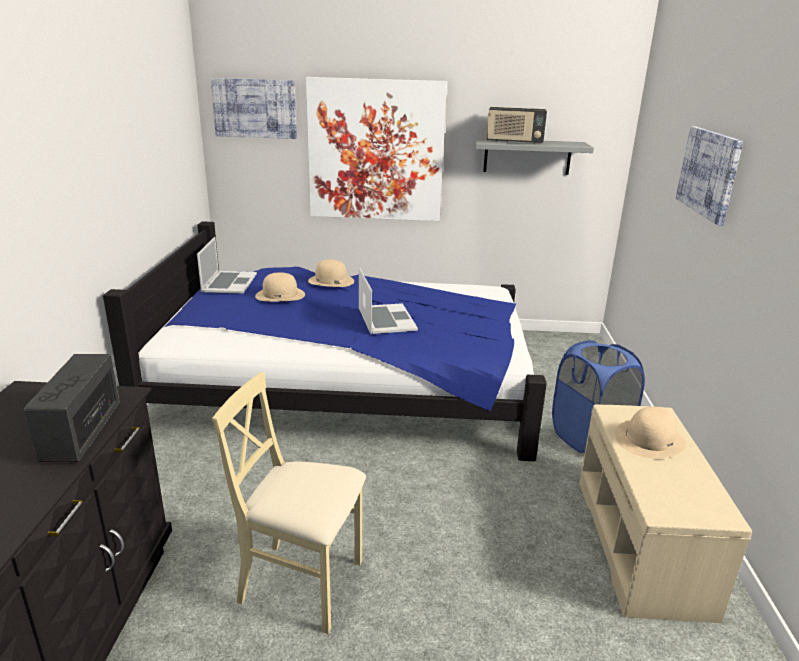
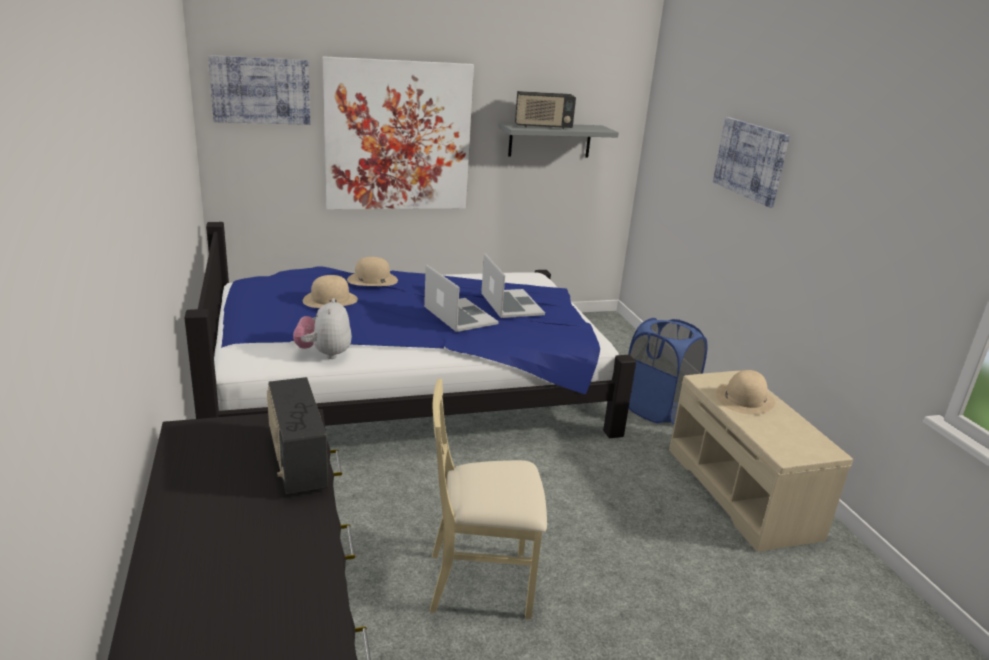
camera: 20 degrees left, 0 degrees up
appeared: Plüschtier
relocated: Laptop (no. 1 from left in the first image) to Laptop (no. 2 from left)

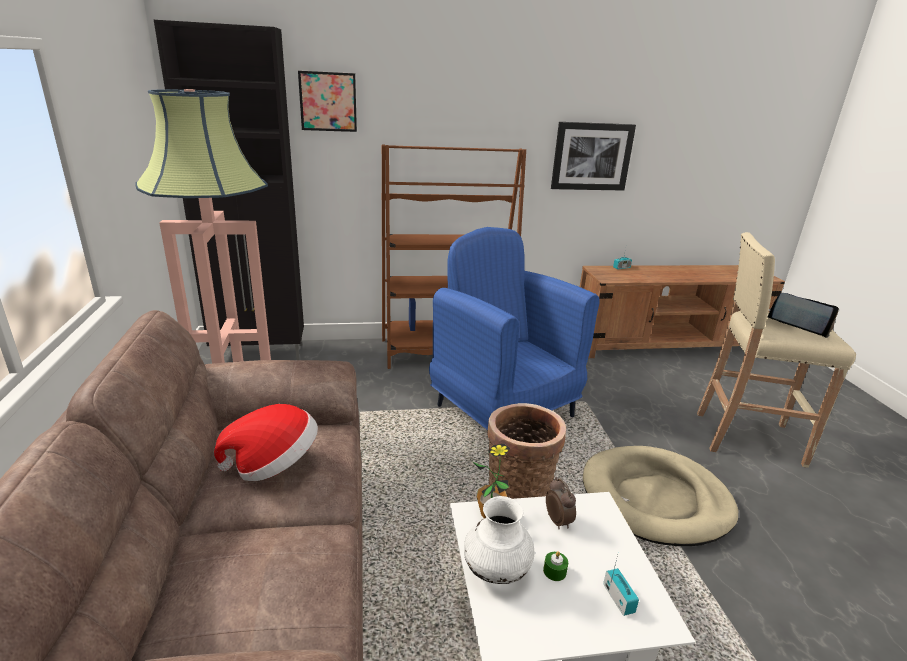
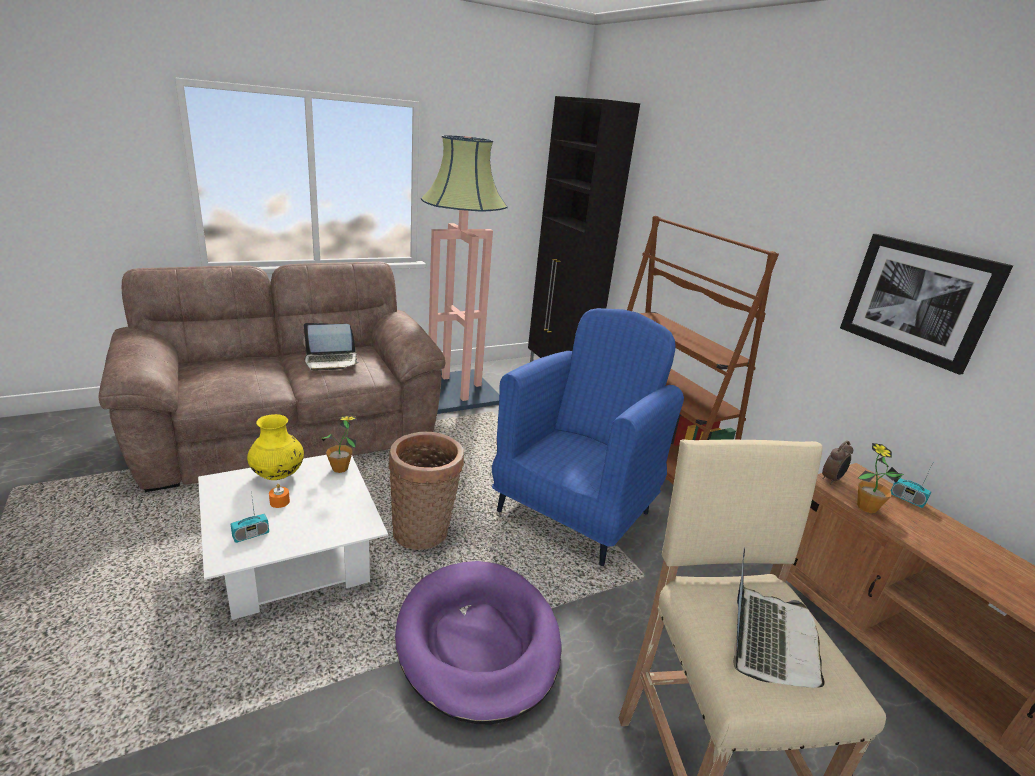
camera: 70 degrees right, 0 degrees up
missing: Bild (no. 1 from left)
appeared: Topfpflanze (no. 2 from left)
relocated: Wecker
exchanged: Hut to Laptop (no. 1 from left)
colour: Vase (weiß) to Vase (gelb); Kerze (grün) to Kerze (orange); Hundebett (beige) to Hundebett (lila)

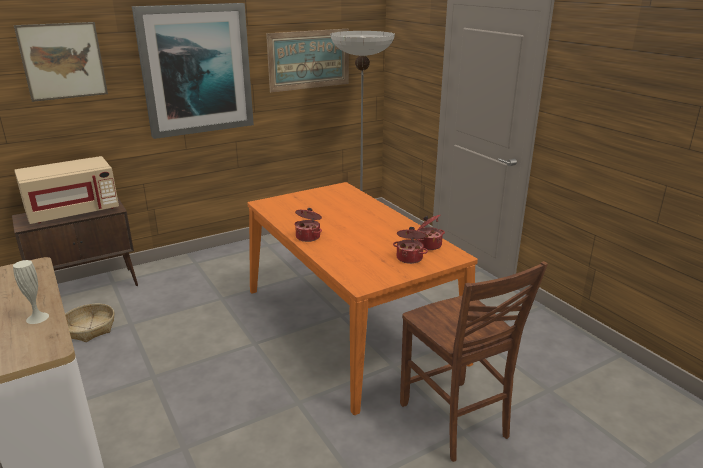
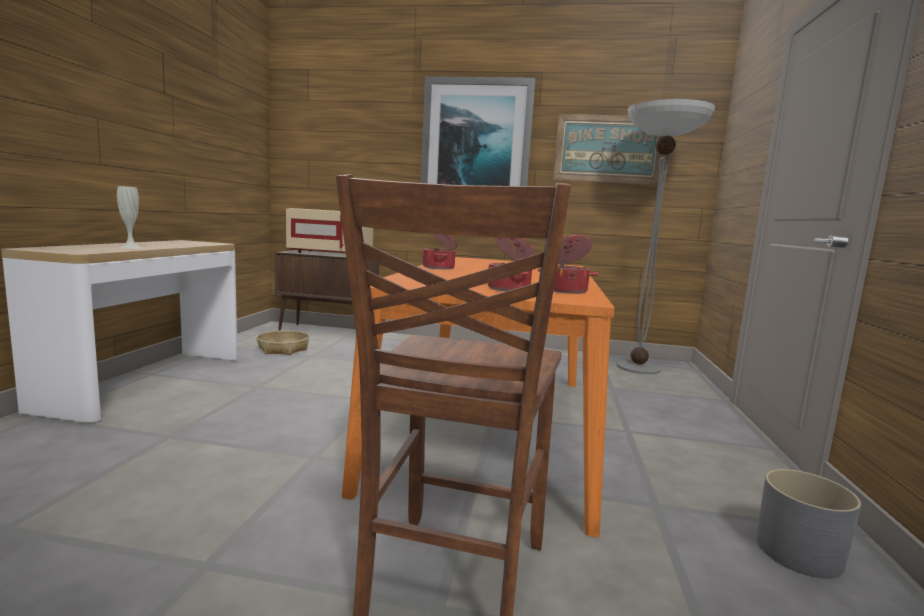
camera: 40 degrees right, 15 degrees down
missing: Bild (no. 1 from left)
appeared: Pflanzkübel (grau)

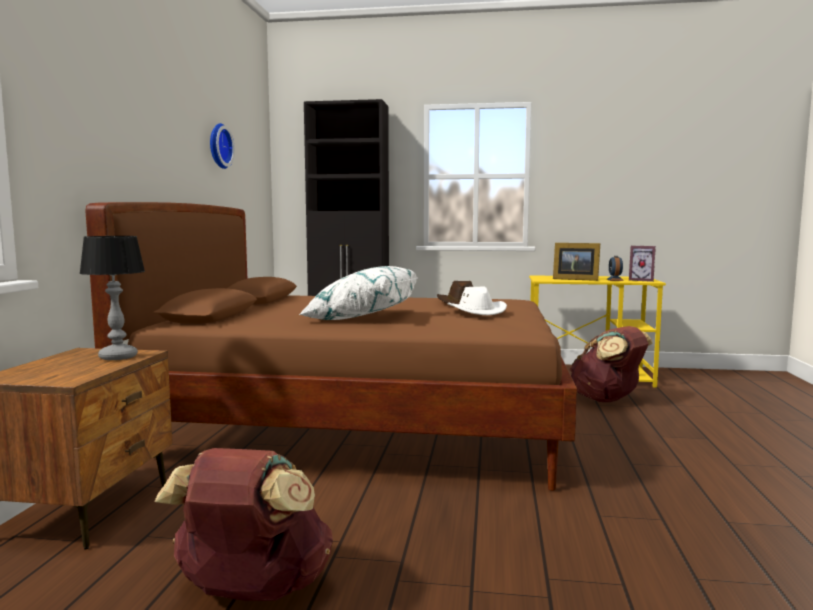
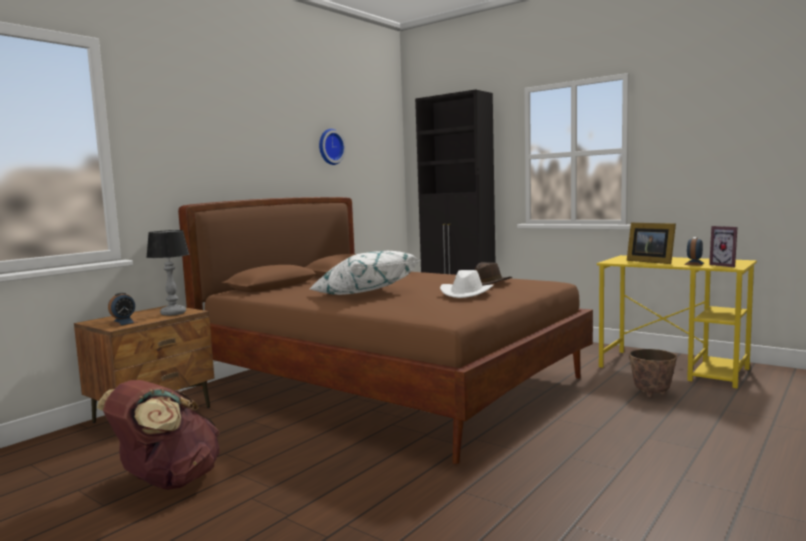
camera: 30 degrees right, 0 degrees up
appeared: Wecker (no. 1 from left)
exchanged: Rucksack (braun) (no. 2 from left) to Pflanzkübel

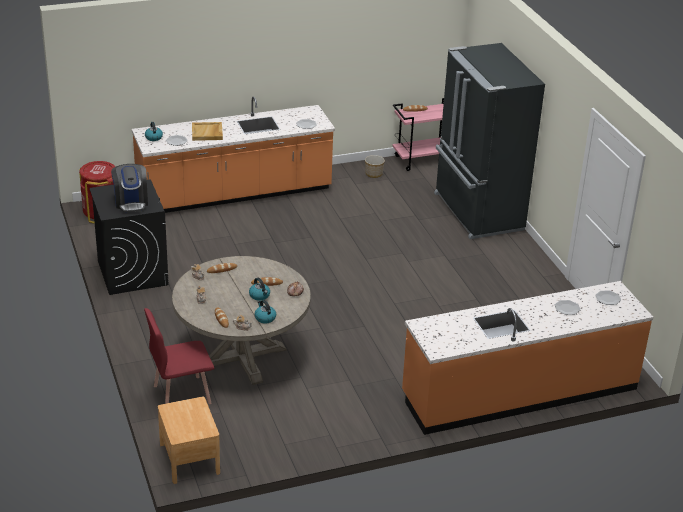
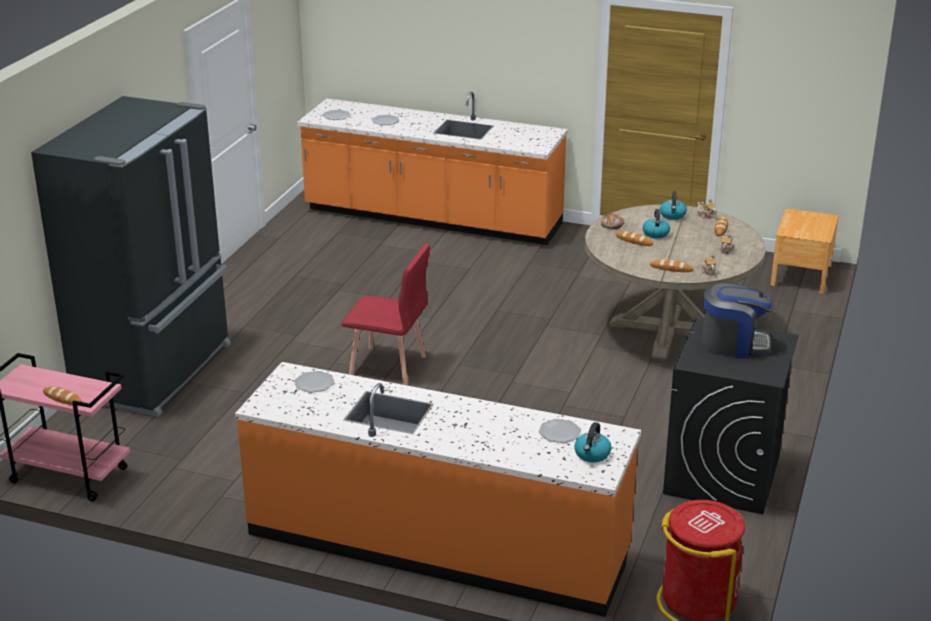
camera: 140 degrees left, 5 degrees down
missing: Tablett (beige); Pflanzkübel
relocated: Stuhl (rot)
spun: Kaffeemaschine 75 degrees clockwise

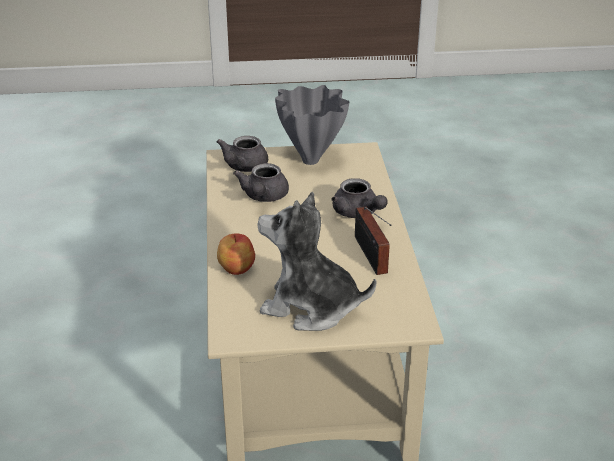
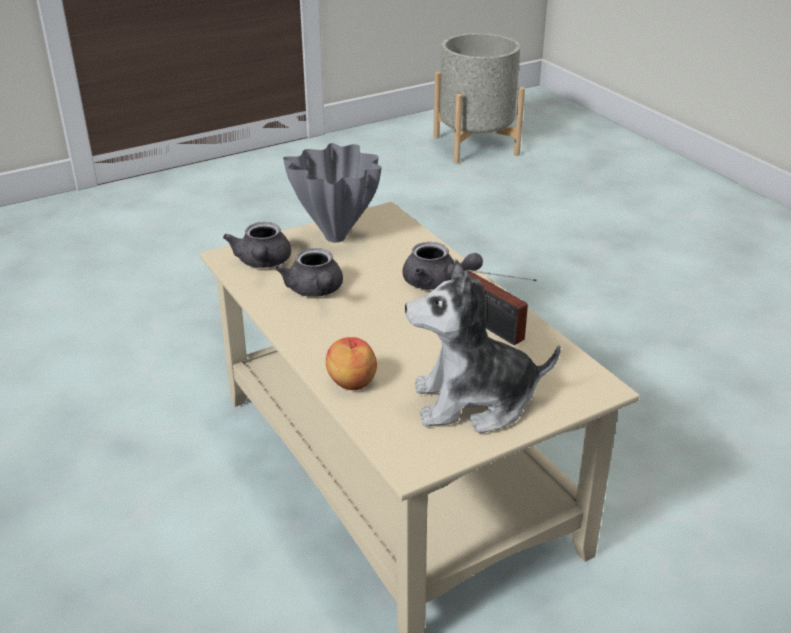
camera: 25 degrees left, 0 degrees up
appeared: Pflanzkübel (grau)

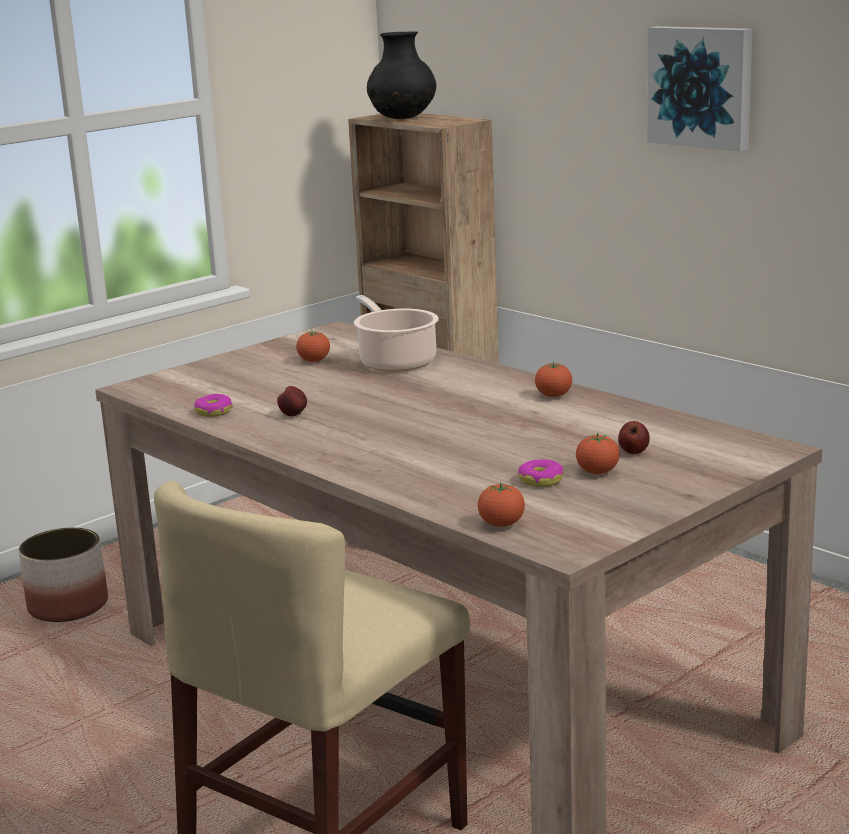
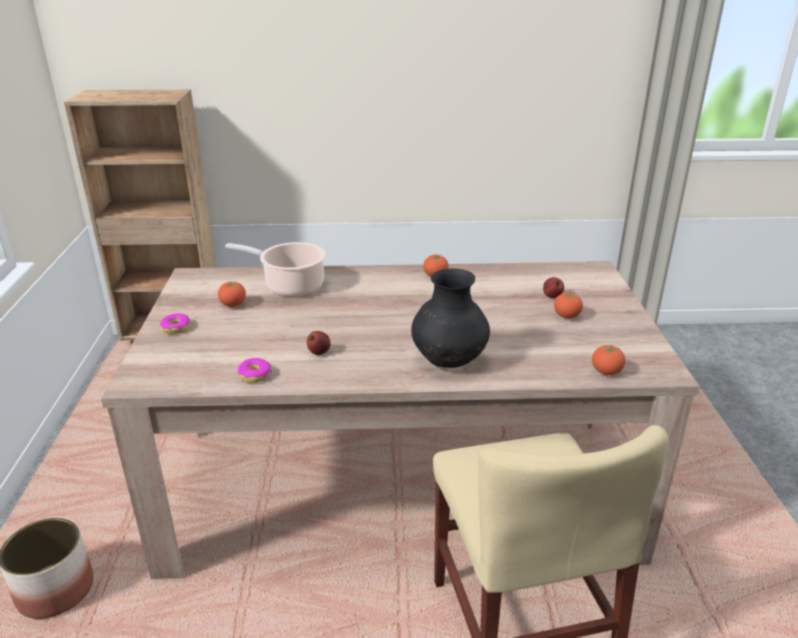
camera: 50 degrees left, 10 degrees up
missing: Bild
relocated: Vase (schwarz); Donut (no. 2 from left in the first image) to Donut (no. 1 from left)

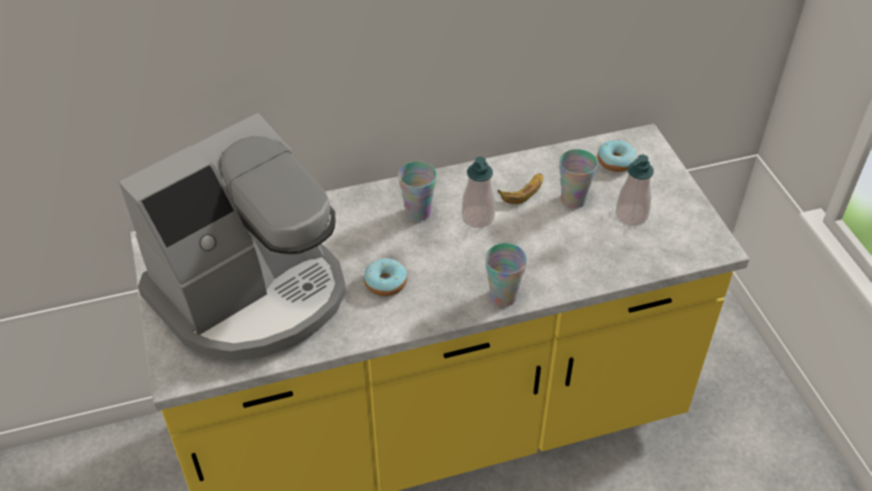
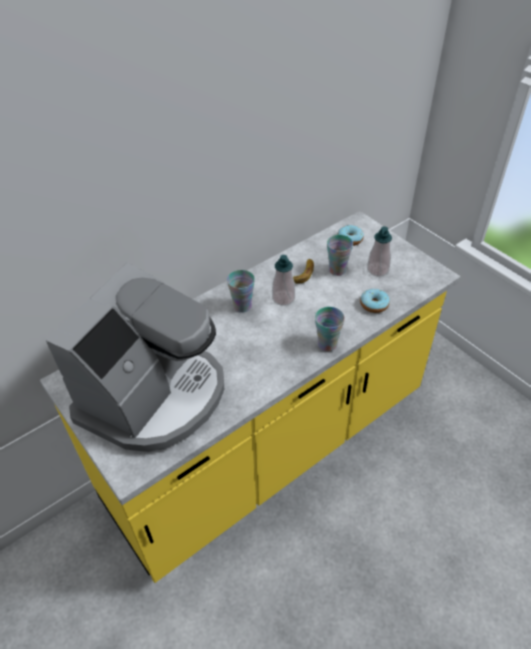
camera: 20 degrees left, 0 degrees up
relocated: Donut (no. 1 from left in the first image) to Donut (no. 2 from left)

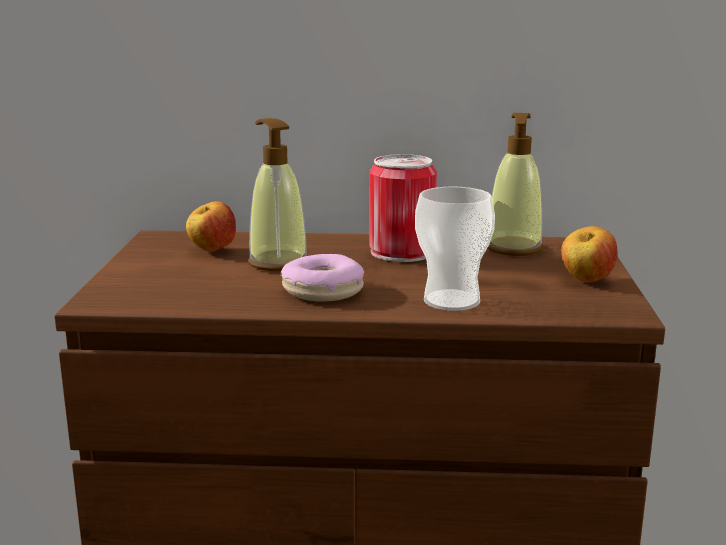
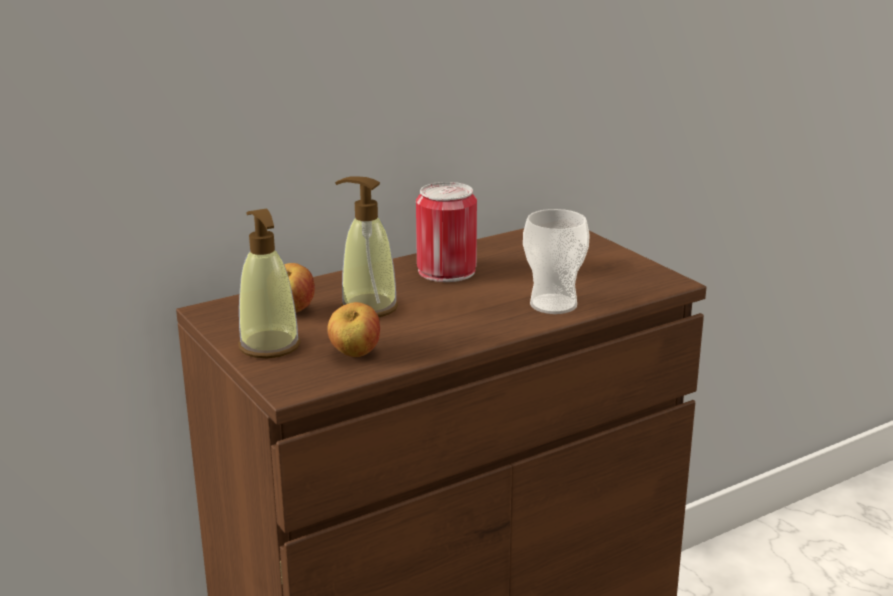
camera: 35 degrees left, 5 degrees up
missing: Donut
relocated: Seifenspender (no. 2 from left in the first image) to Seifenspender (no. 1 from left); Apfel (no. 2 from left)

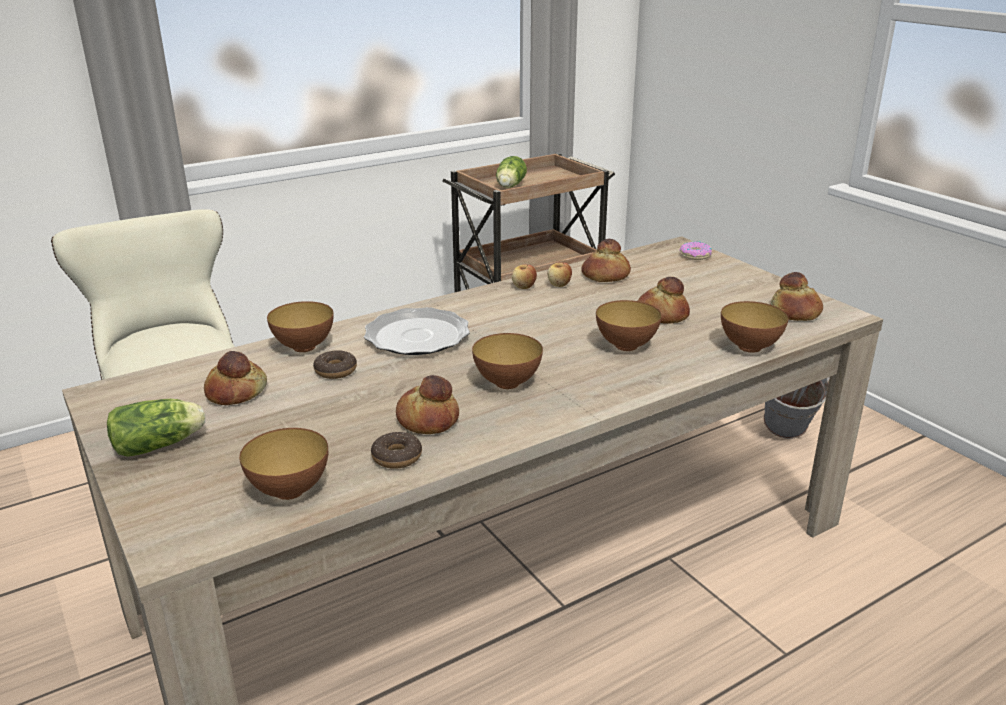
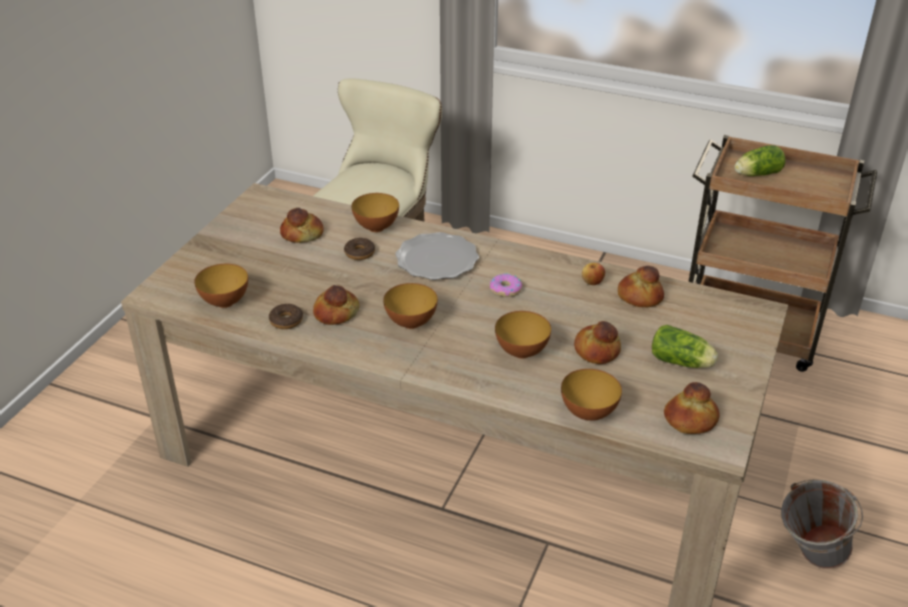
camera: 55 degrees right, 10 degrees up
missing: Apfel (no. 1 from left)
relocated: Salatkopf (no. 1 from left); Donut (no. 3 from left)

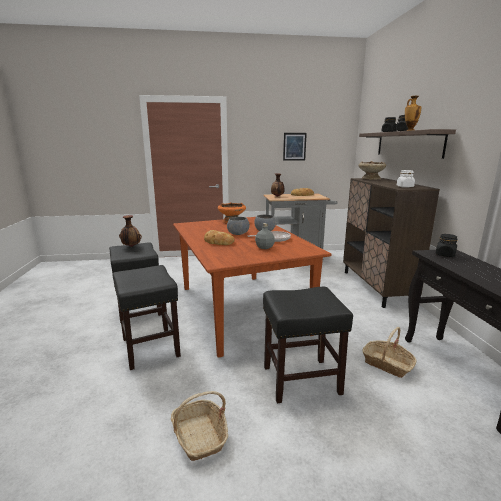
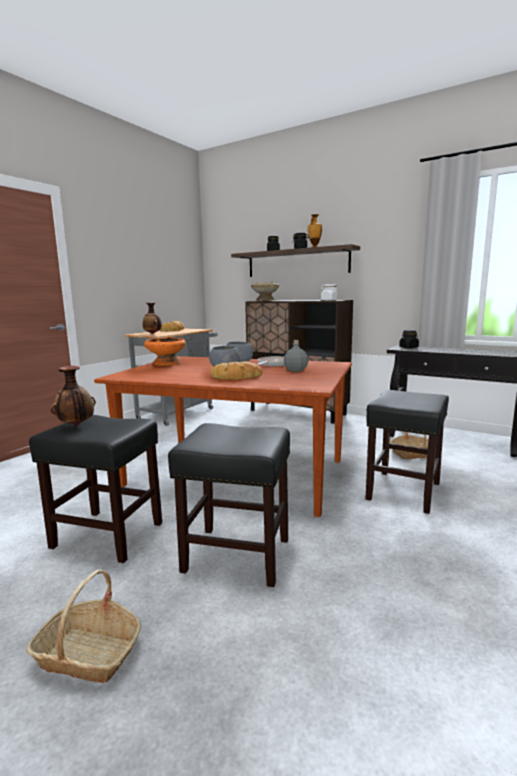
camera: 50 degrees left, 5 degrees down
missing: Bild
relocated: Korb (no. 1 from left)

